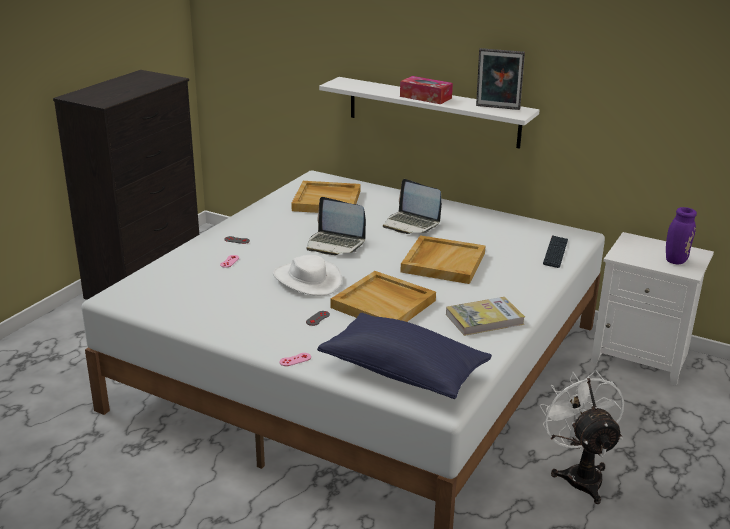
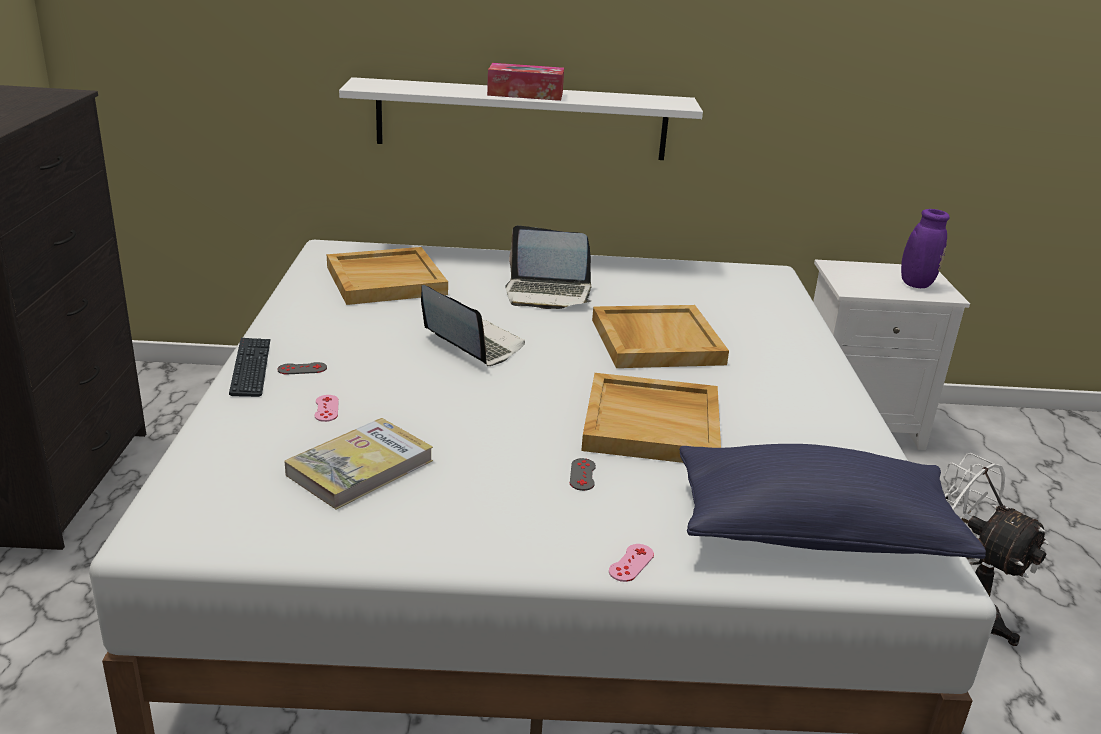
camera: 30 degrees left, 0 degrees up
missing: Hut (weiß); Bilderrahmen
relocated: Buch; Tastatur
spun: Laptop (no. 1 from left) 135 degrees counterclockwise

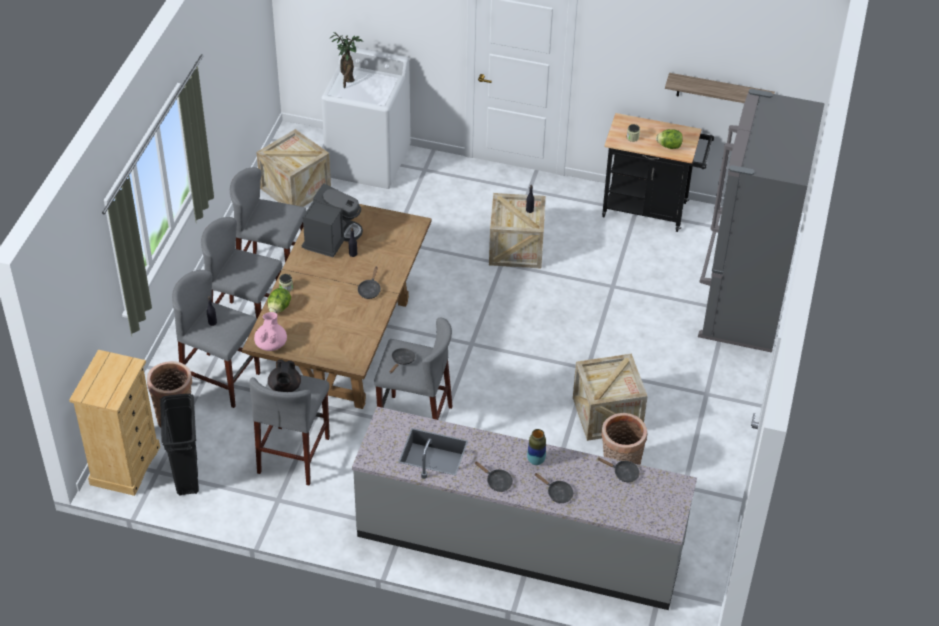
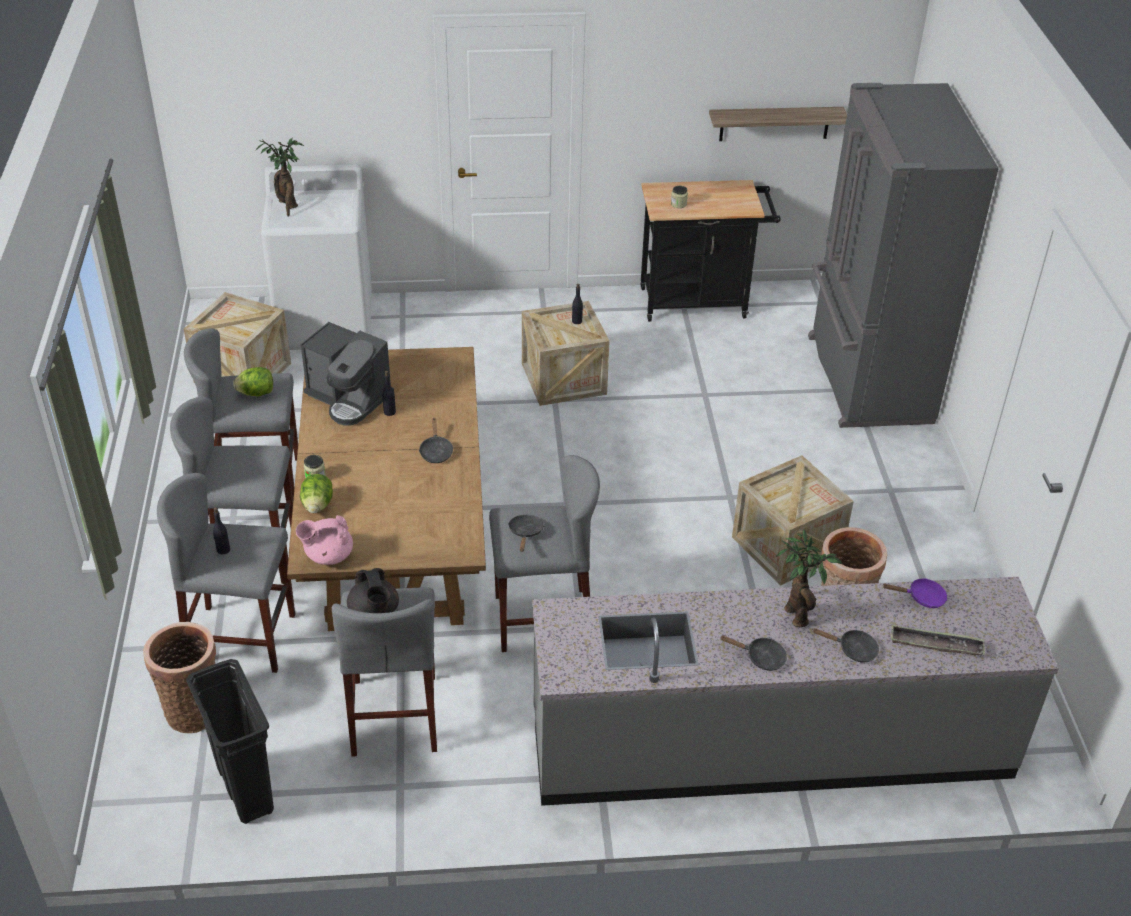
camera: 20 degrees left, 5 degrees down
missing: Kommode (beige)
appeared: Tablett
relocated: Salatkopf (no. 2 from left in the first image) to Salatkopf (no. 1 from left)
exchanged: Vase to Topfpflanze (no. 2 from left)
colour: Pfanne (schwarz) (no. 5 from left) to Pfanne (lila)
spun: Teekanne (rosa) 90 degrees counterclockwise; Kaffeemaschine 120 degrees clockwise

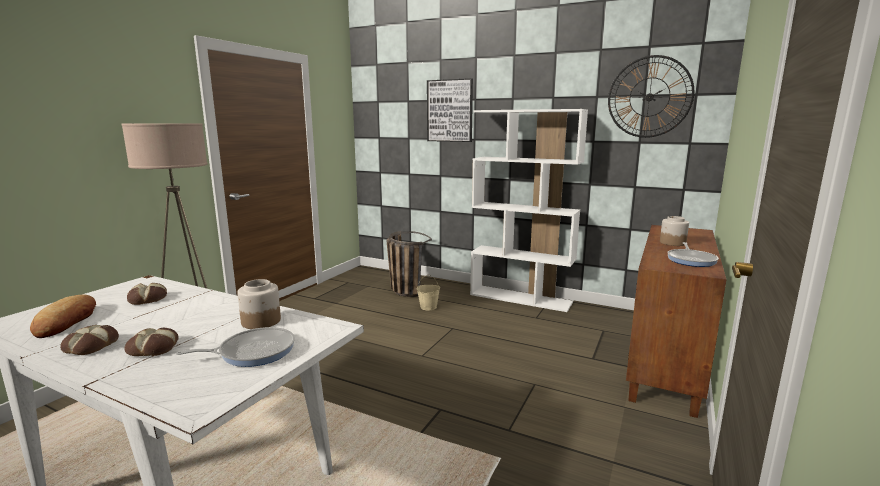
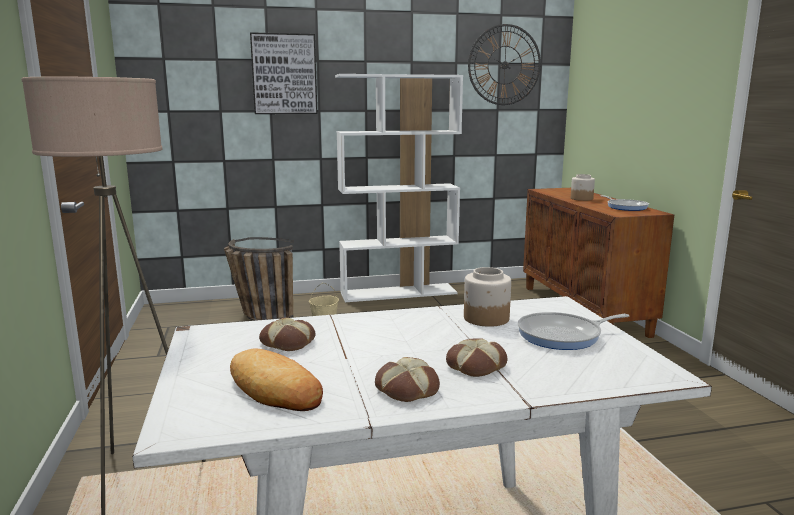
camera: 40 degrees left, 0 degrees up
spun: Pfanne (no. 1 from left) 135 degrees counterclockwise

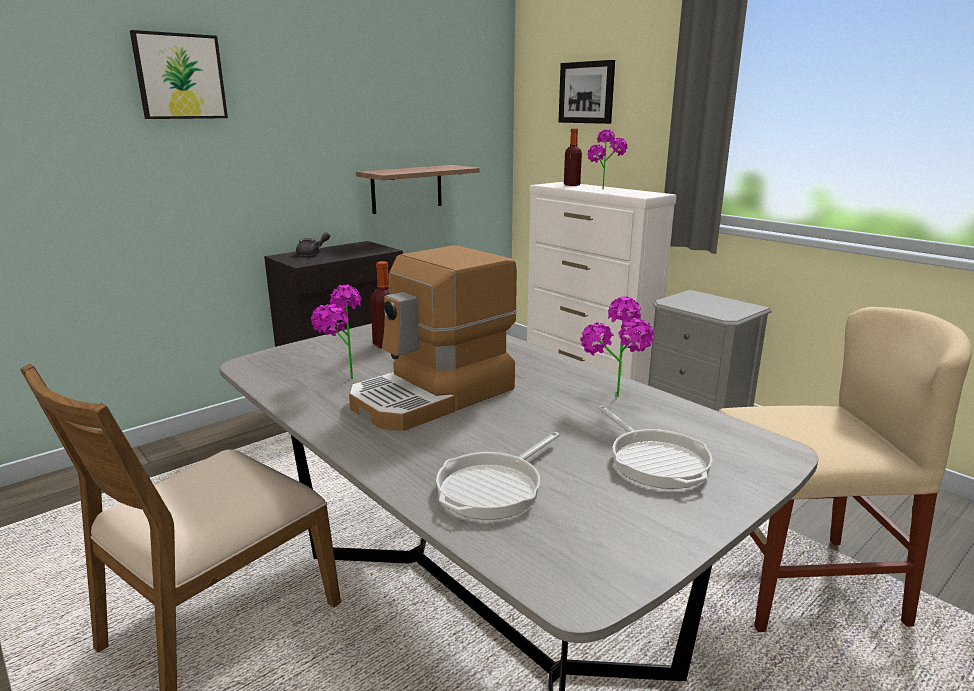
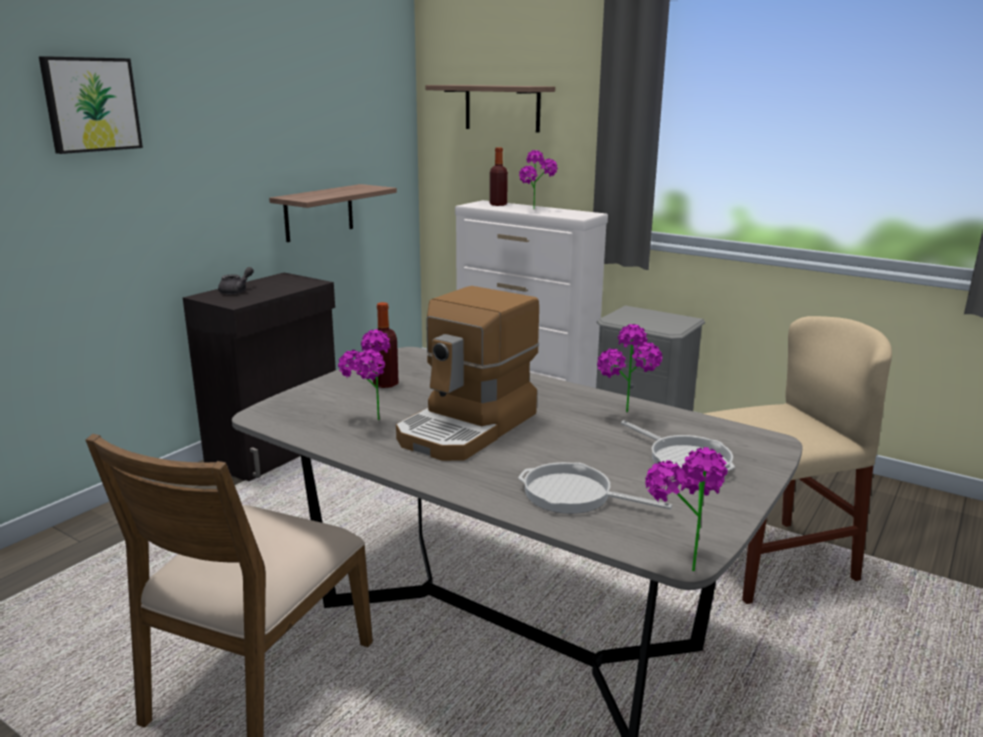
camera: 15 degrees left, 0 degrees up
appeared: Topfpflanze (no. 4 from left)
exchanged: Bild (no. 2 from left) to Wandregal (no. 2 from left)
spun: Pfanne (no. 1 from left) 90 degrees clockwise

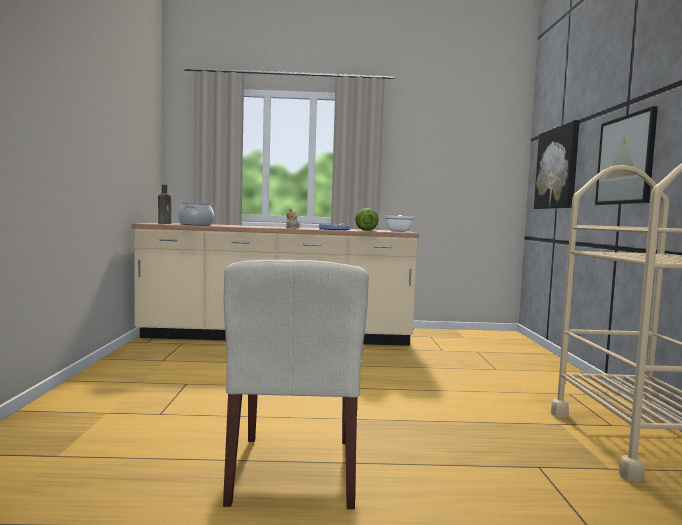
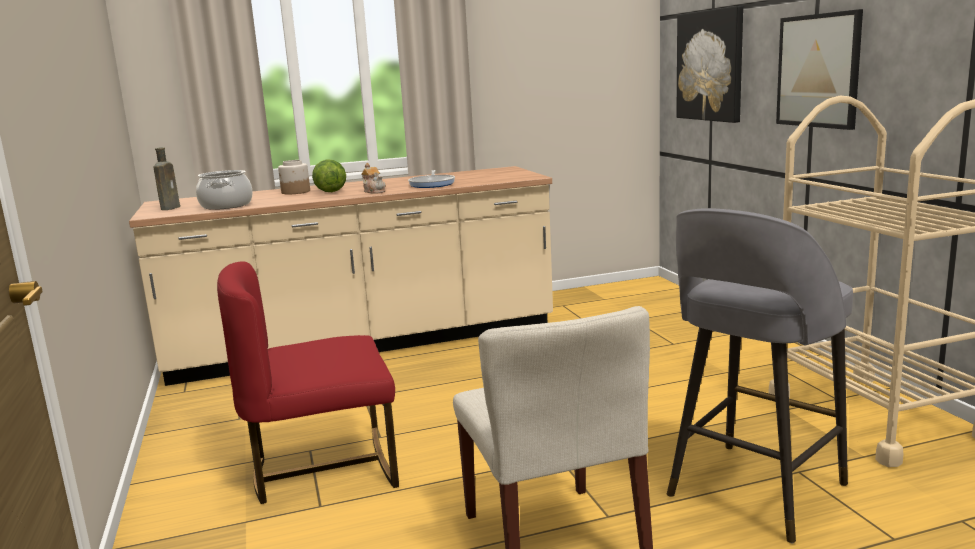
camera: 15 degrees left, 10 degrees up
missing: Pfanne (no. 2 from left)
appeared: Stuhl (rot); Vorratsglas; Hocker (grau)
relocated: Salatkopf

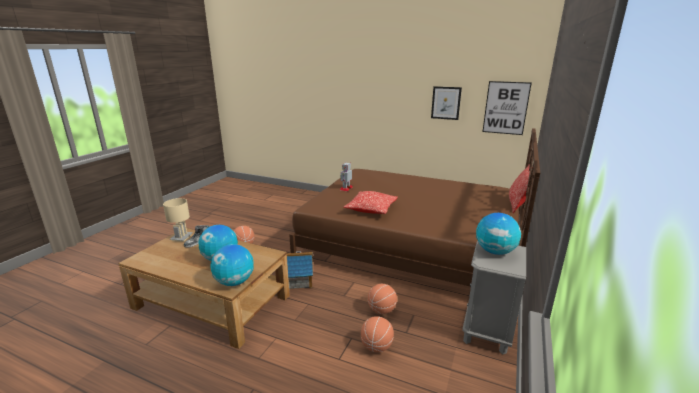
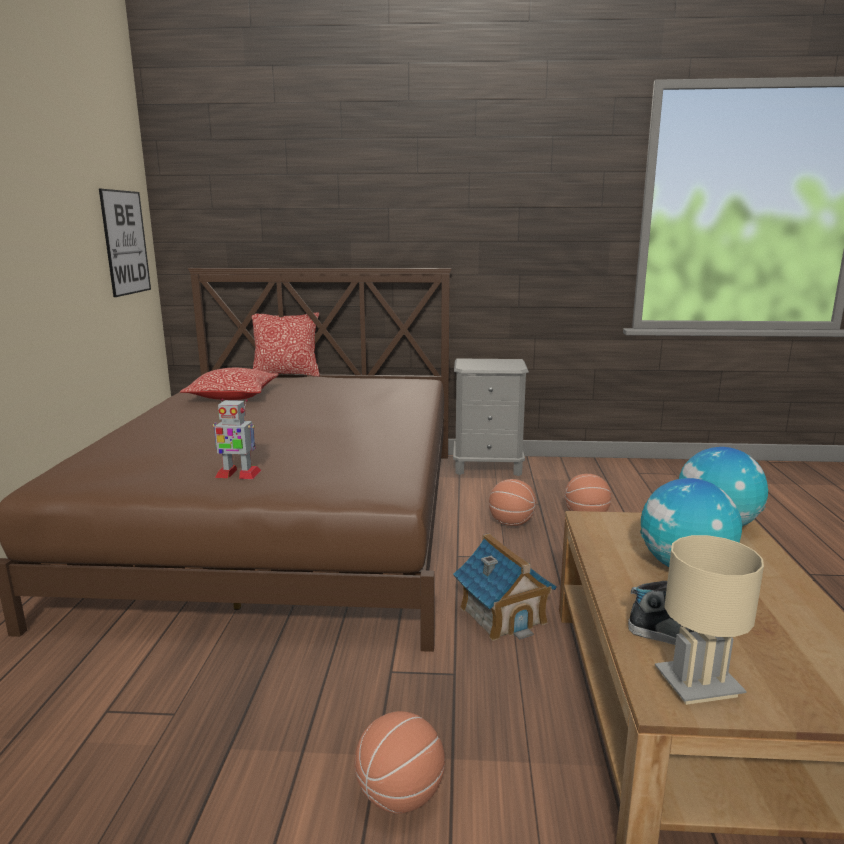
camera: 110 degrees left, 5 degrees down
missing: Bild (no. 1 from left); Globus (no. 3 from left)
relocated: Kissen (no. 1 from left)

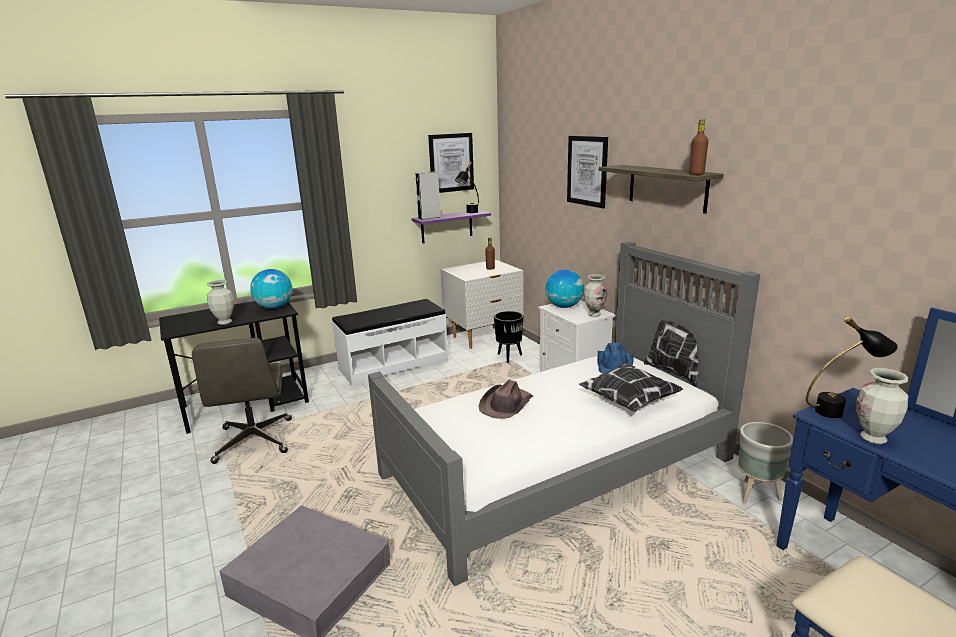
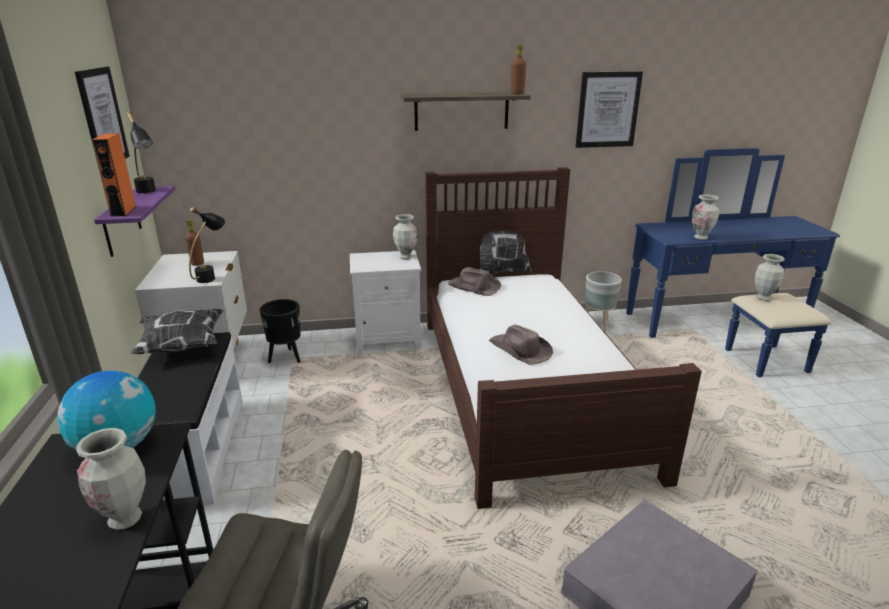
camera: 70 degrees left, 5 degrees up
missing: Globus (no. 2 from left)
appeared: Vase (no. 4 from left)
relocated: Bild (no. 2 from left); Kissen (no. 1 from left); Tischlampe (schwarz) (no. 2 from left)
colour: Bett (grau) to Bett (braun); Lautsprecher (grau) to Lautsprecher (orange); Hut (blau) to Hut (braun) (no. 1 from left)

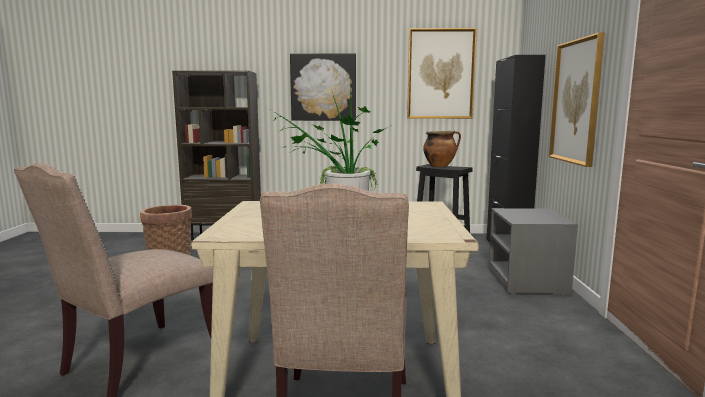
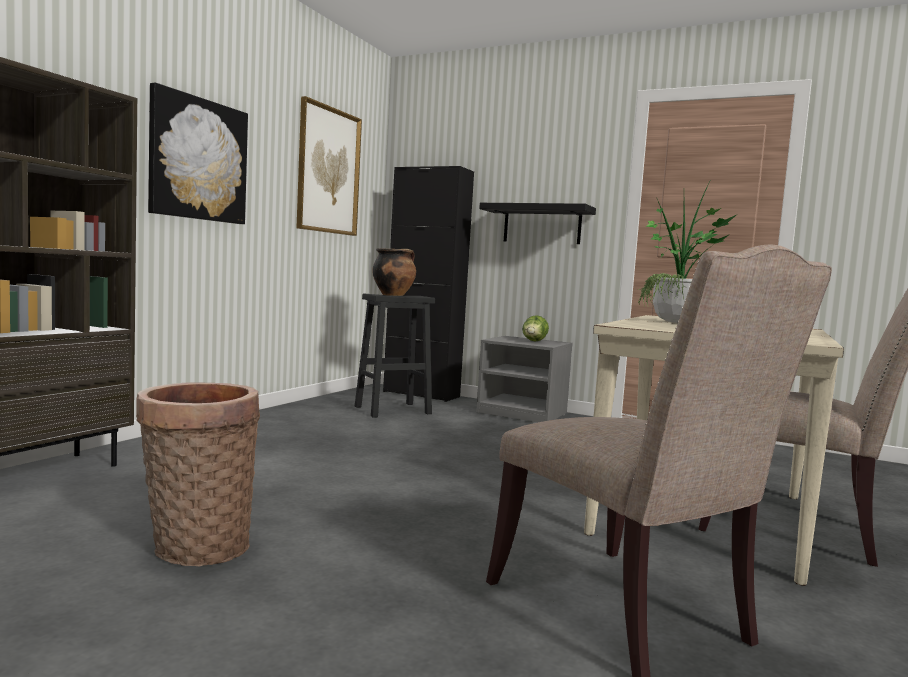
camera: 65 degrees left, 5 degrees down
appeared: Salatkopf
exchanged: Bild (no. 3 from left) to Wandregal (schwarz)

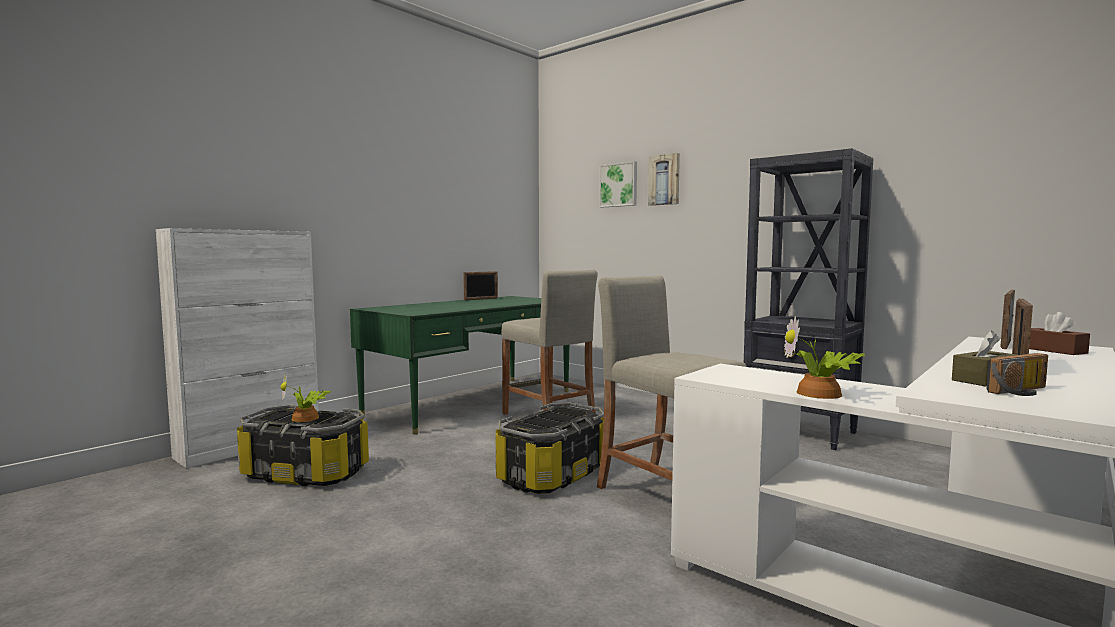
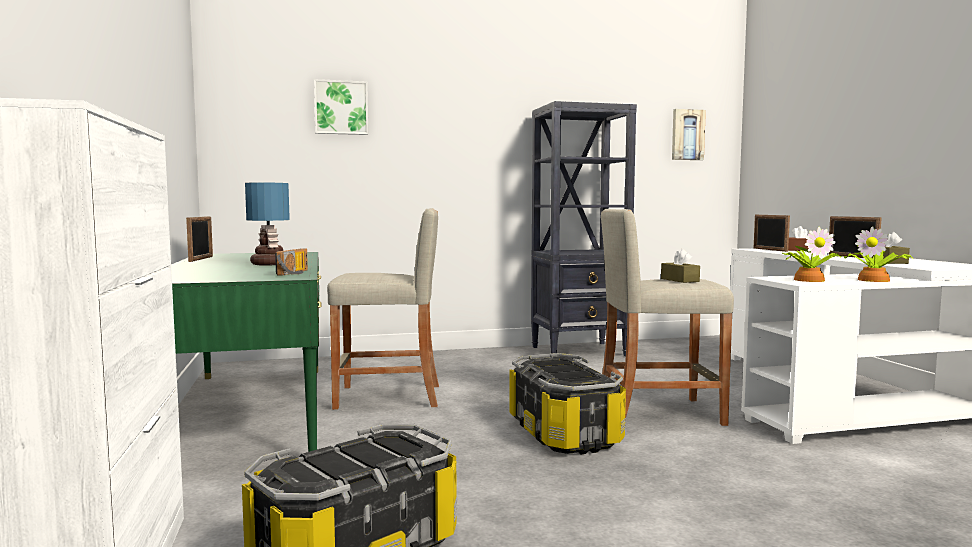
camera: 55 degrees left, 0 degrees up
appeared: Tischlampe; Taschentuchbox (braun) (no. 1 from left)
relocated: Topfpflanze (no. 1 from left); Bild (no. 2 from left); Radio

